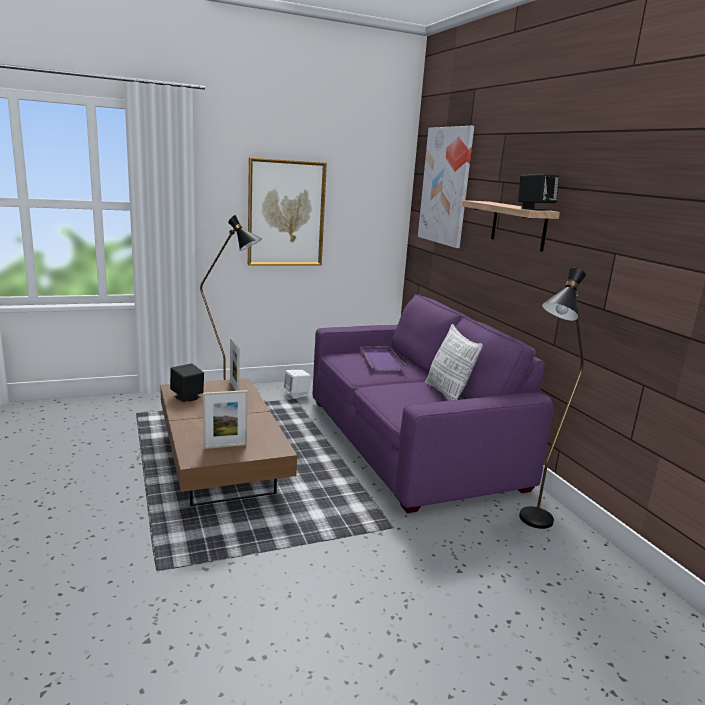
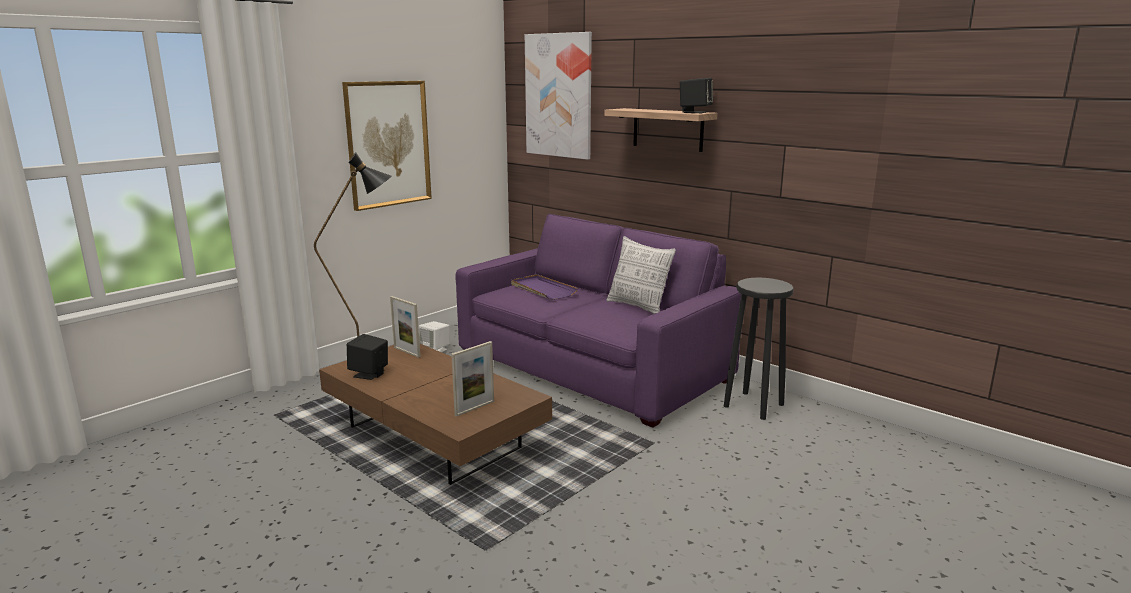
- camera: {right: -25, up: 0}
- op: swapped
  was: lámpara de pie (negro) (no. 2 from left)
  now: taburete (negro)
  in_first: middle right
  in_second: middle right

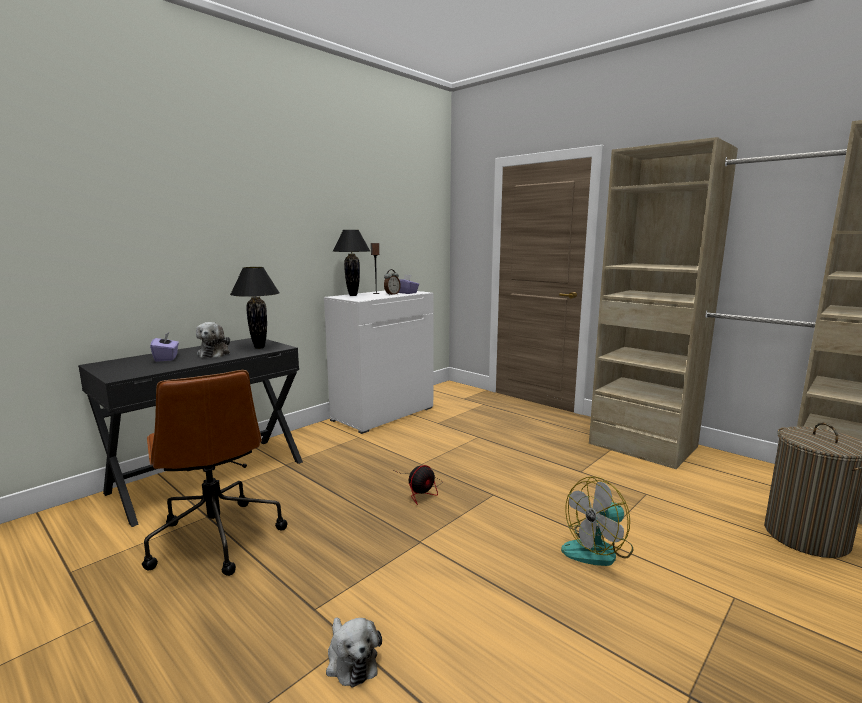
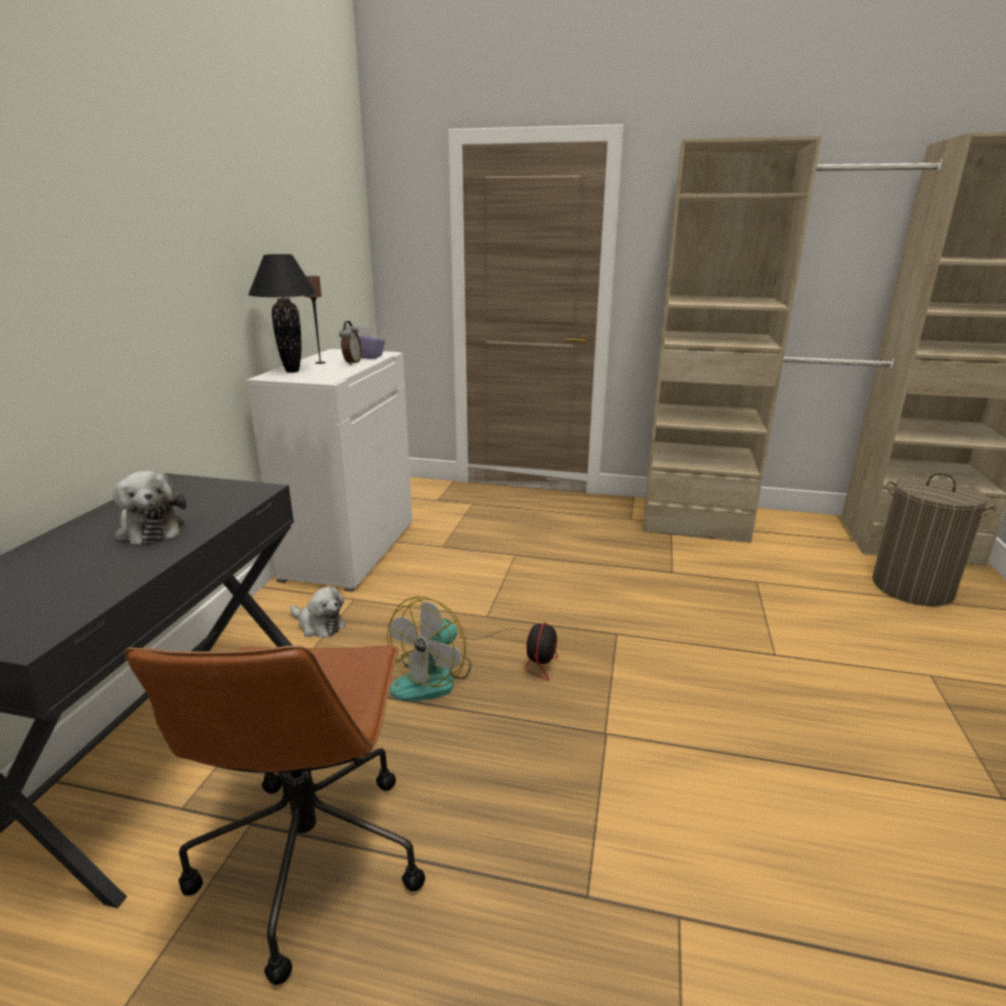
- camera: {right: -30, up: 10}
- op: rotated
  was: silla de oficina (marrón)
  in_first: bottom left
  in_second: bottom left
  clockwise: 60
- op: gone
  was: caja de pañuelos (morado) (no. 1 from left)
  in_first: middle left
- op: gone
  was: lámpara de mesa (negro) (no. 1 from left)
  in_first: middle left
- op: shifted
  was: peluche (no. 2 from left)
  in_first: bottom centre
  in_second: middle left
- op: shifted
  was: ventilador (no. 2 from left in the first image)
  now: ventilador (no. 1 from left)
  in_first: bottom right
  in_second: centre

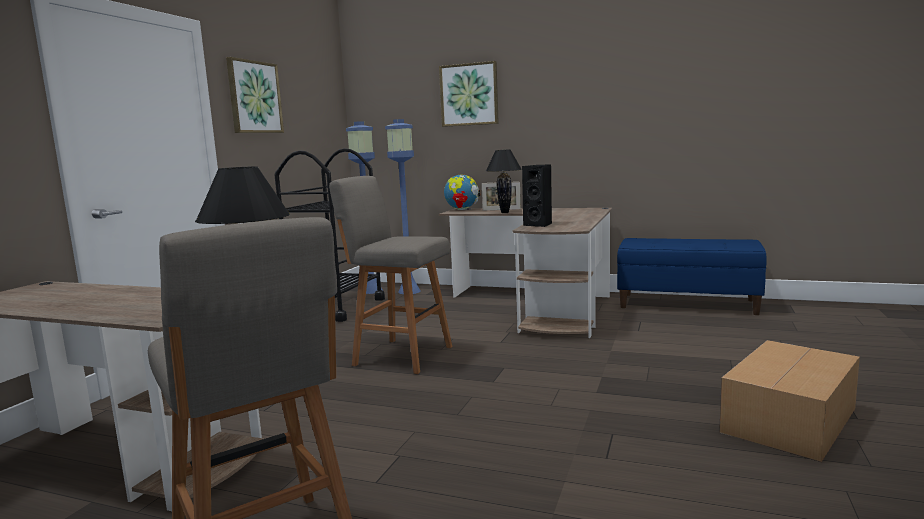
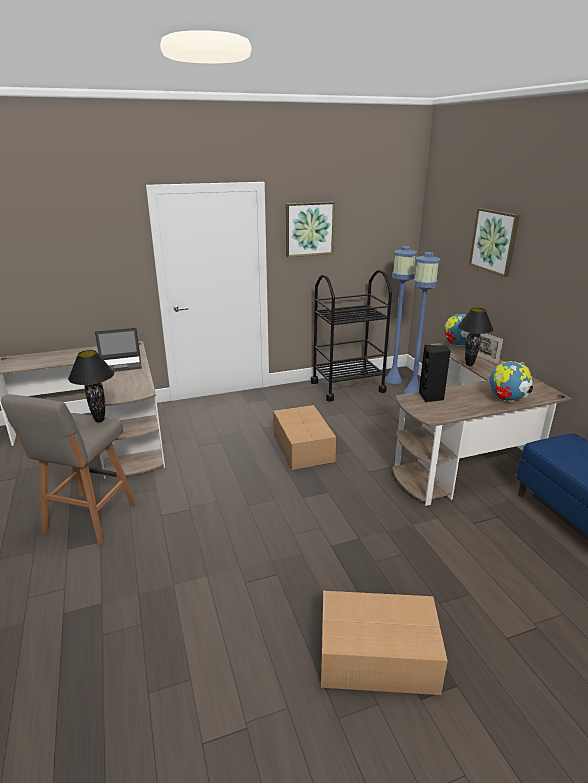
- camera: {right: 50, up: 15}
- op: swapped
  was: taburete (gris) (no. 2 from left)
  now: caja de cartón (no. 1 from left)
  in_first: centre
  in_second: centre
- op: new
  now: portátil
  in_second: middle left
- op: new
  now: globo terráqueo (no. 2 from left)
  in_second: middle right

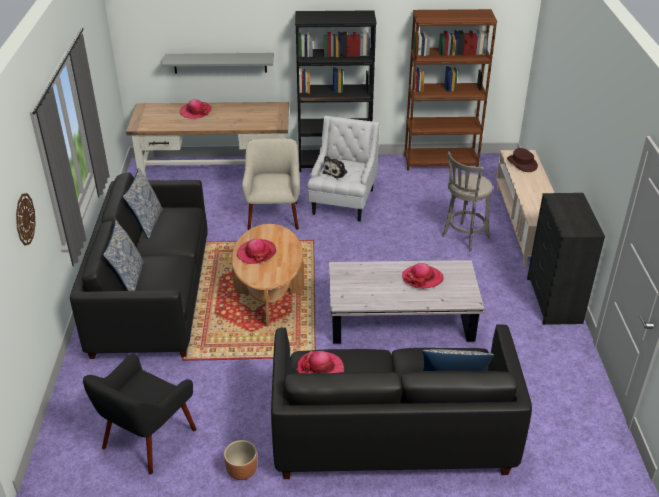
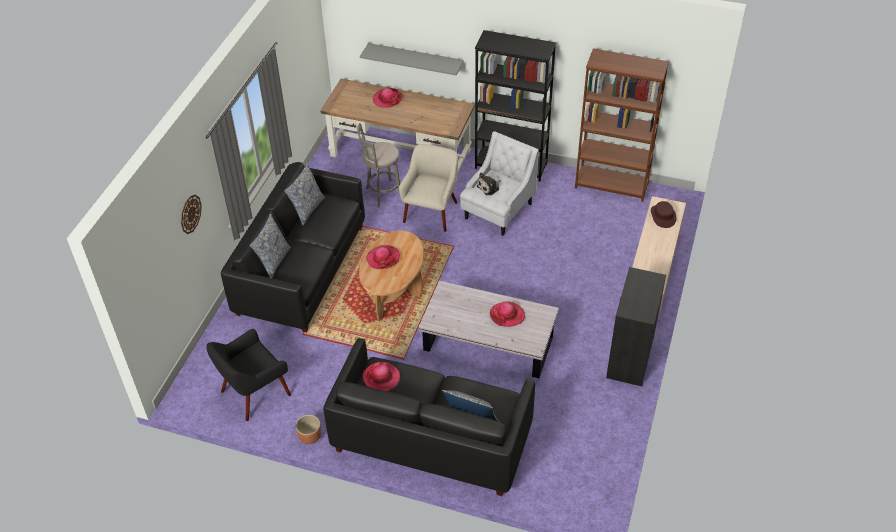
- camera: {right: 20, up: 10}
- op: shifted
  was: taburete (gris)
  in_first: middle right
  in_second: top centre

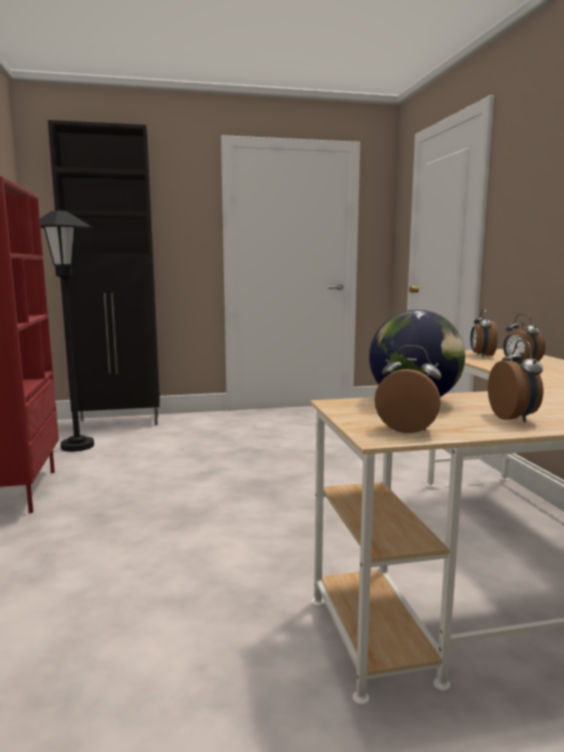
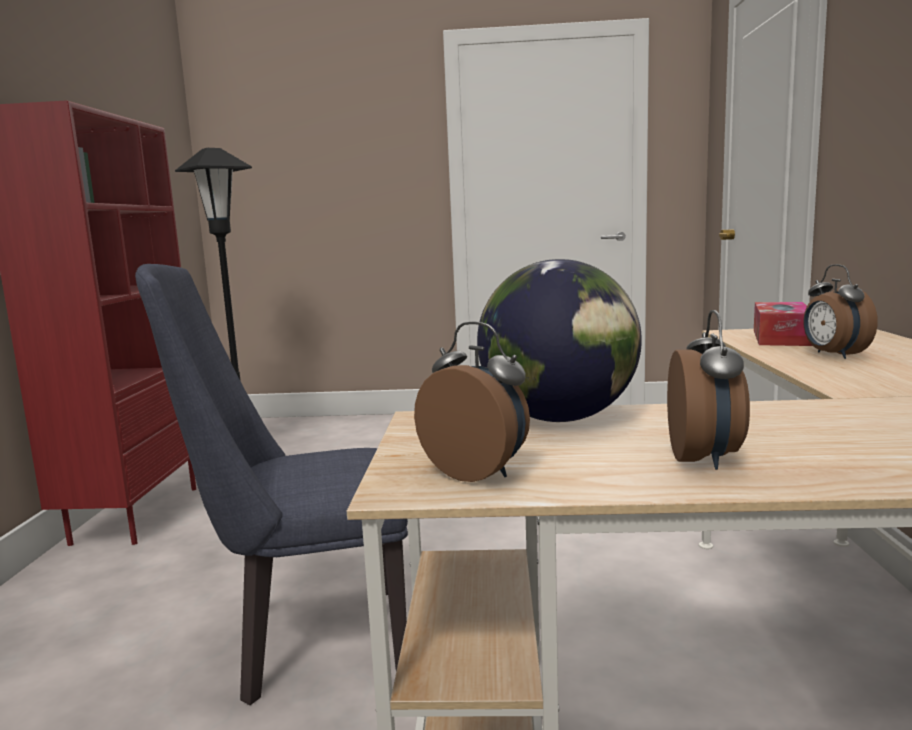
- camera: {right: 15, up: 0}
- op: gone
  was: armario (negro)
  in_first: middle left
- op: swapped
  was: despertador (no. 2 from left)
  now: caja de pañuelos
  in_first: middle right
  in_second: middle right
- op: new
  now: silla (azul)
  in_second: middle left

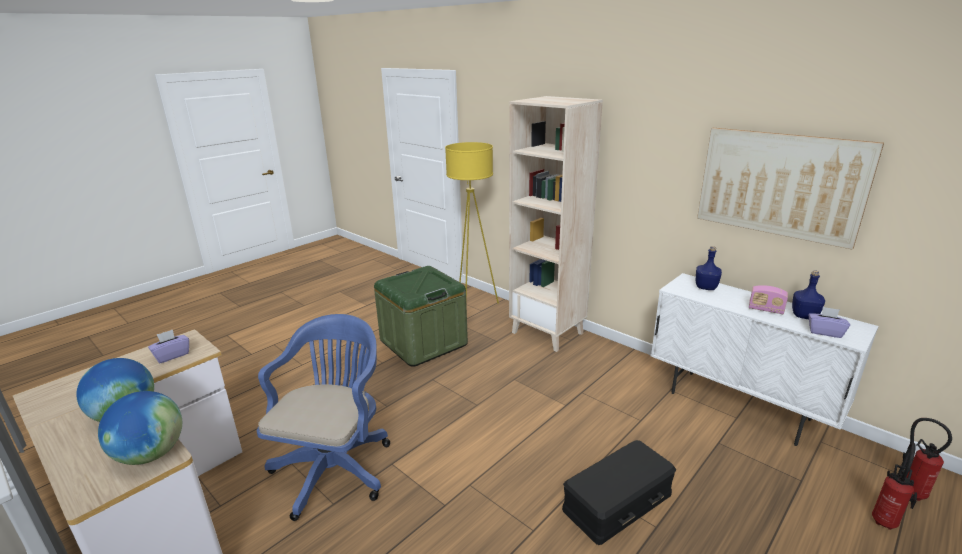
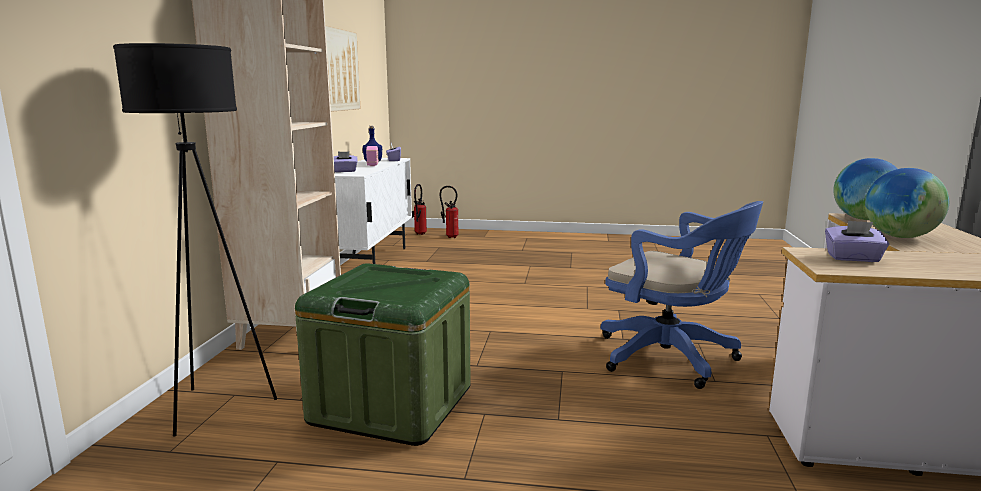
- camera: {right: -125, up: -10}
- op: rotated
  was: silla de oficina (azul)
  in_first: bottom centre
  in_second: middle right
  clockwise: -120
- op: repainted
  was: lámpara de pie (amarillo)
  now: lámpara de pie (negro)
  in_first: centre
  in_second: middle left
- op: gone
  was: caja de almacenaje (negro)
  in_first: bottom centre
- op: swapped
  was: botella (azul) (no. 1 from left)
  now: caja de pañuelos (morado) (no. 1 from left)
  in_first: middle right
  in_second: top centre

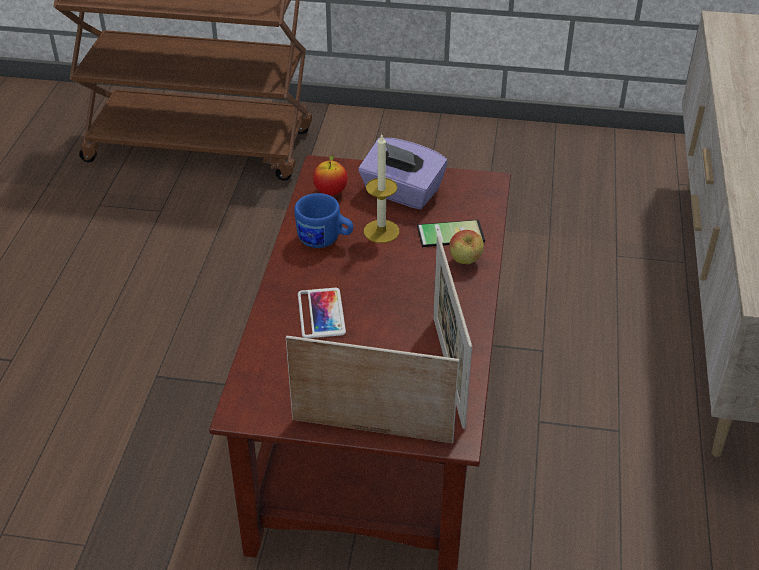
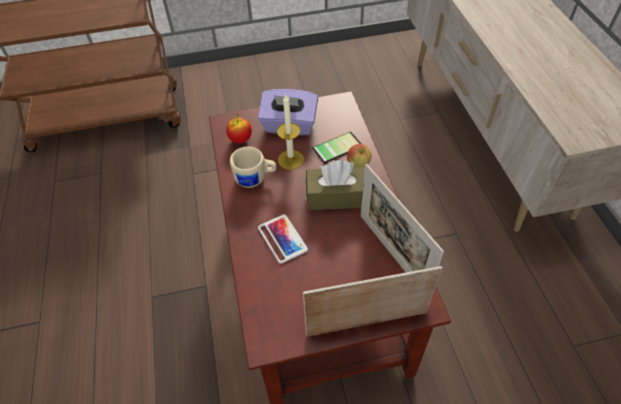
- camera: {right: -20, up: 10}
- op: repainted
  was: taza grande (azul)
  now: taza grande (beis)
  in_first: centre
  in_second: centre
- op: new
  now: caja de pañuelos (marrón)
  in_second: centre

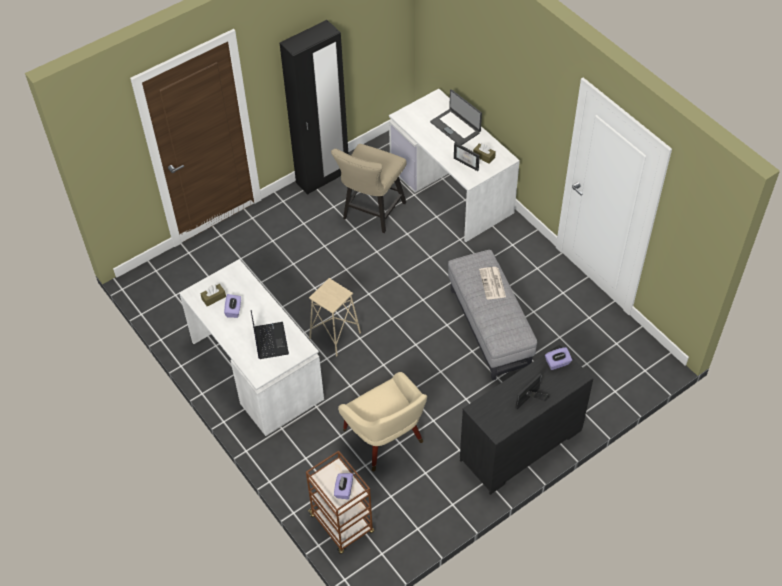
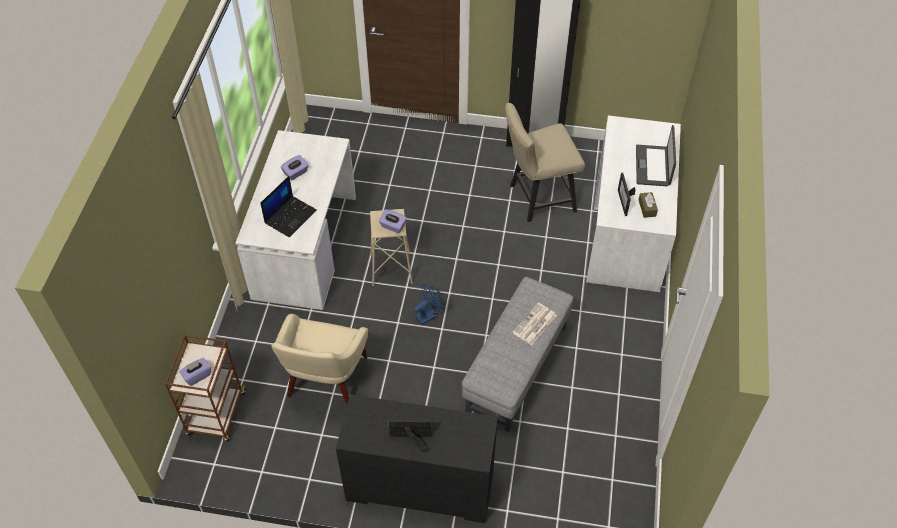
- camera: {right: 45, up: 0}
- op: gone
  was: caja de pañuelos (marrón) (no. 1 from left)
  in_first: middle left
- op: shifted
  was: caja de pañuelos (morado) (no. 3 from left)
  in_first: middle right
  in_second: centre
- op: new
  now: ventilador (azul)
  in_second: centre

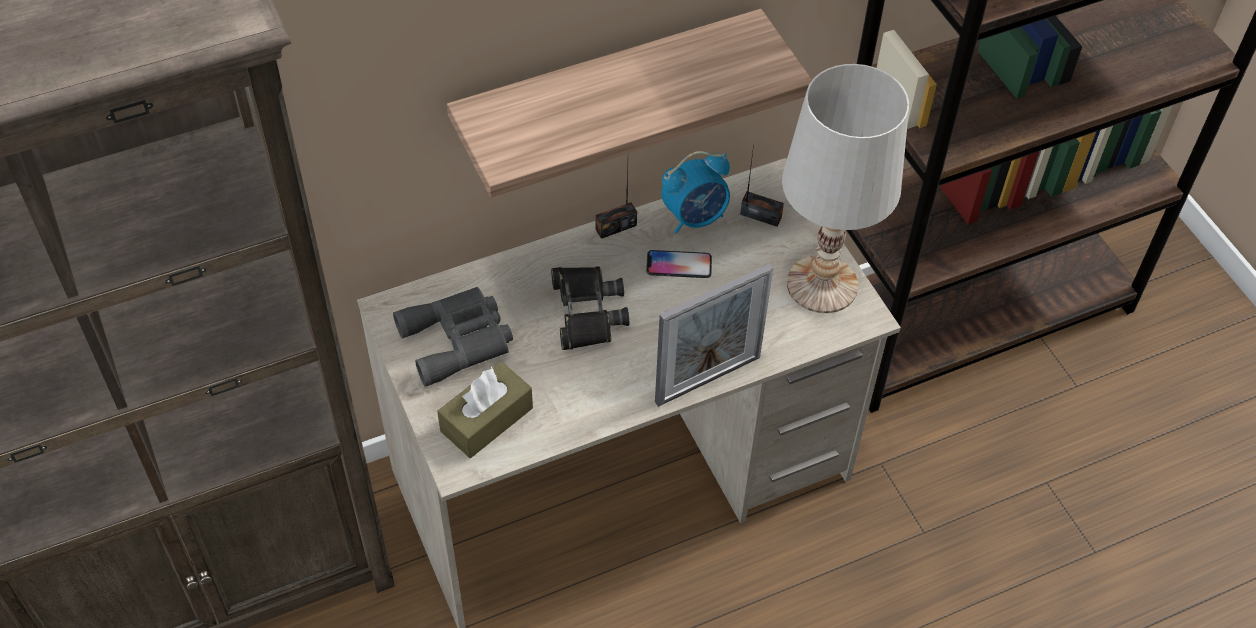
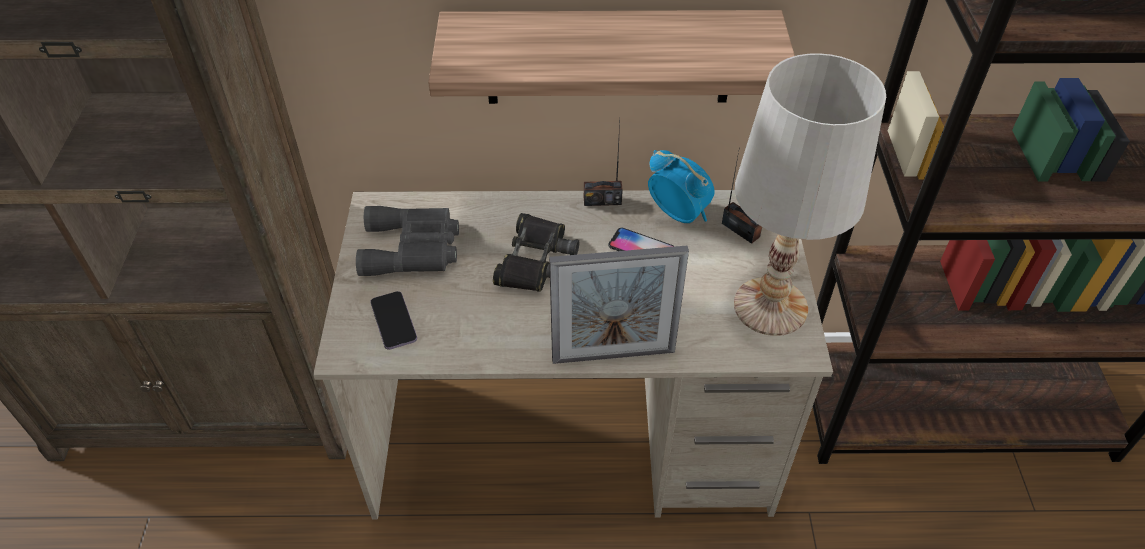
- camera: {right: 25, up: -5}
- op: swapped
  was: caja de pañuelos (marrón)
  now: móvil (no. 1 from left)
  in_first: centre
  in_second: centre
- op: rotated
  was: despertador
  in_first: top centre
  in_second: centre
  clockwise: -135

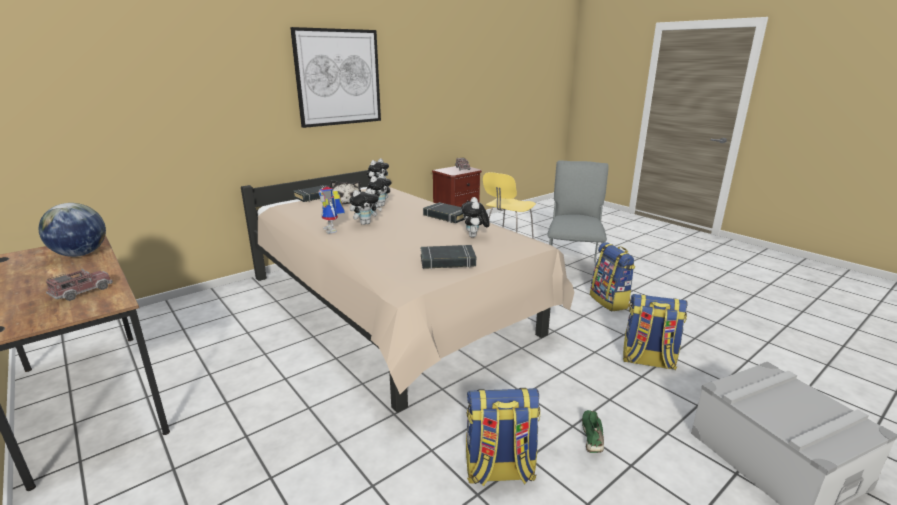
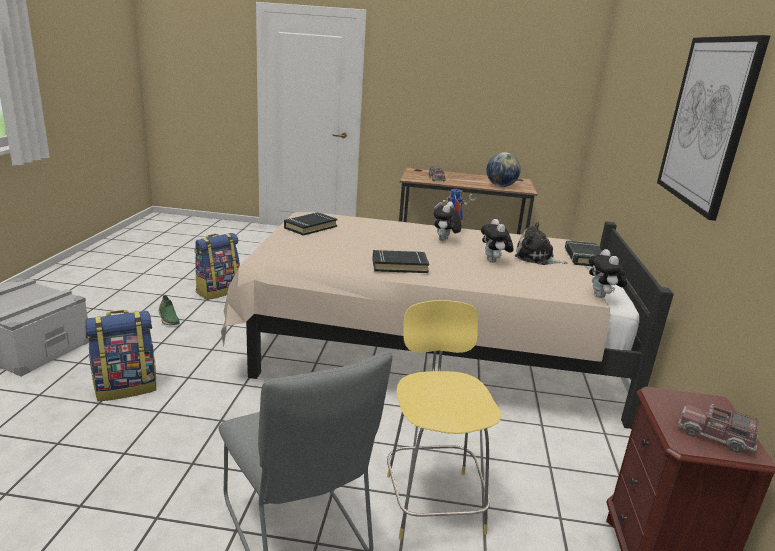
- camera: {right: 135, up: 0}
- op: gone
  was: peluche (no. 5 from left)
  in_first: centre
- op: gone
  was: mochila (no. 2 from left)
  in_first: middle right

